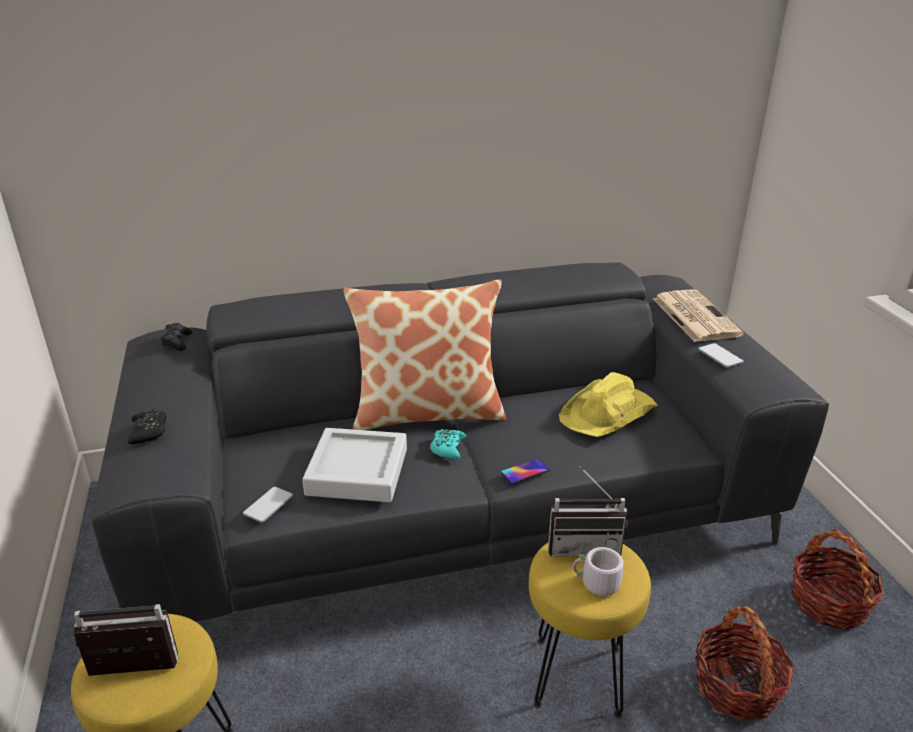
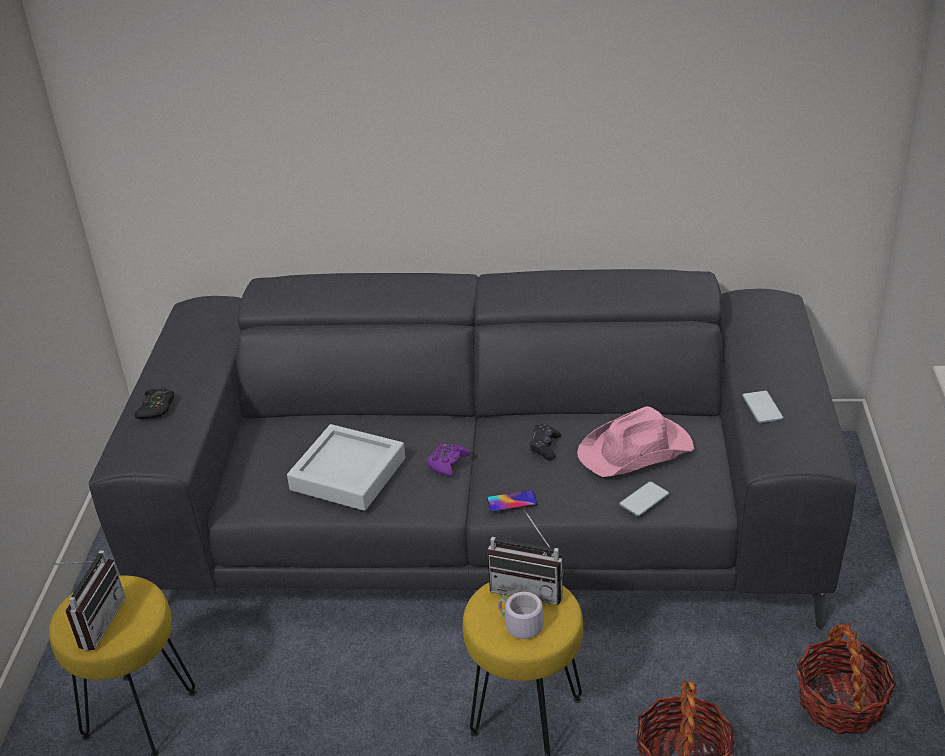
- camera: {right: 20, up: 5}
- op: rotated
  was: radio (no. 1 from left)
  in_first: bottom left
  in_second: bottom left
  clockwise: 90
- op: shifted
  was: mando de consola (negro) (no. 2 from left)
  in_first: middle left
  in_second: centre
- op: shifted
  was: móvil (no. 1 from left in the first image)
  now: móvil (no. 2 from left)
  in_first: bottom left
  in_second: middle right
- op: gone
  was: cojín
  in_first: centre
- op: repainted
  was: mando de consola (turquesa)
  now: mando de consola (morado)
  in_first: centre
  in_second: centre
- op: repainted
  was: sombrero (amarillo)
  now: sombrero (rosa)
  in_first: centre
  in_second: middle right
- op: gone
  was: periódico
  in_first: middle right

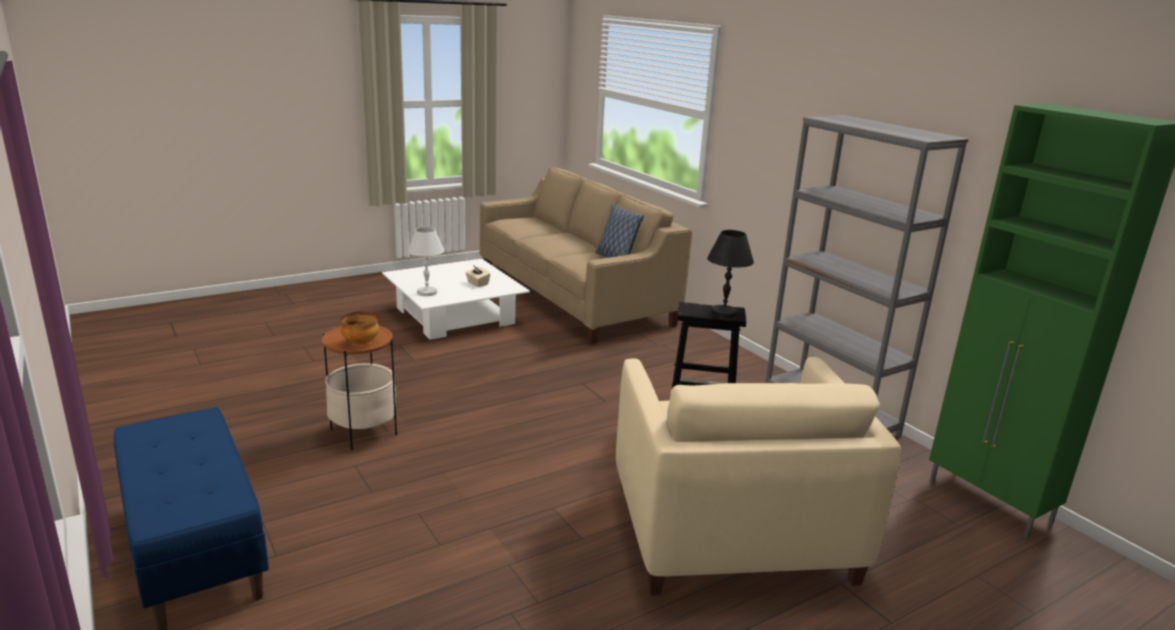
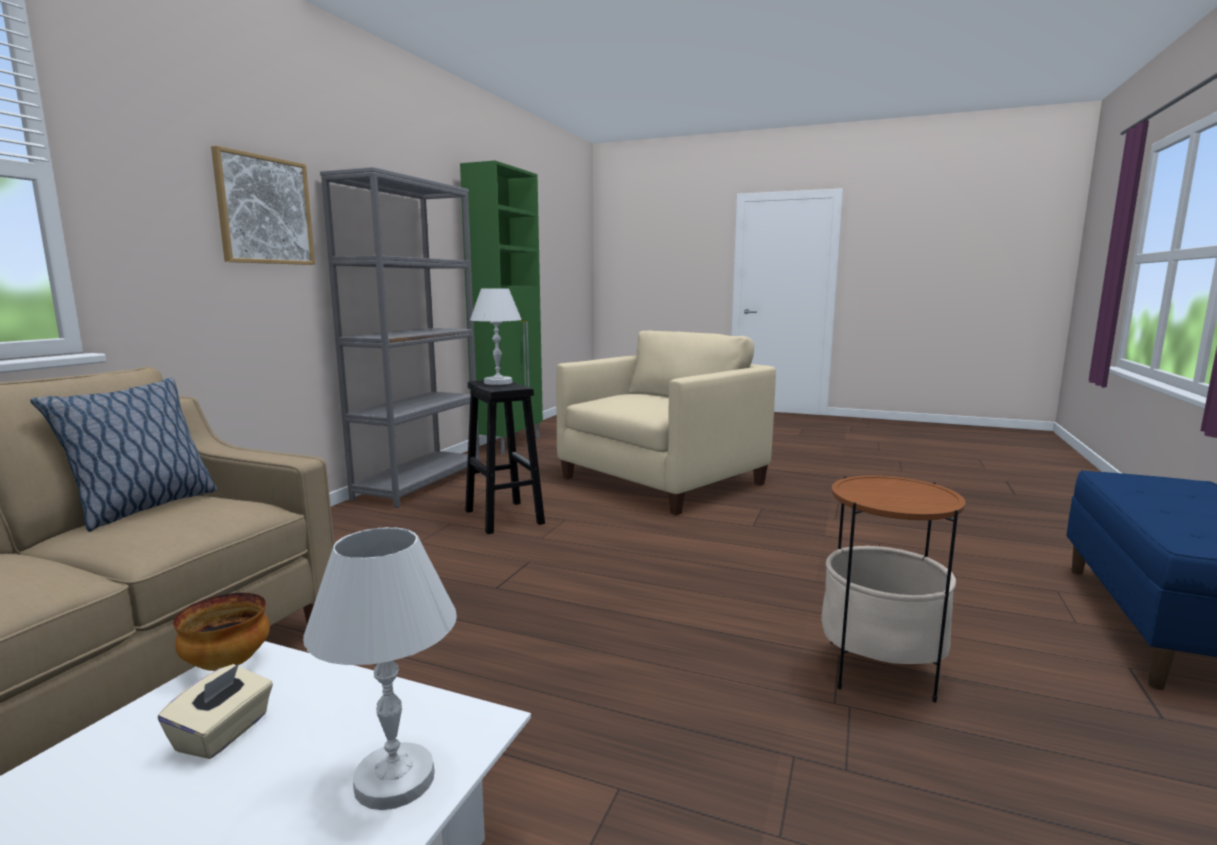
- camera: {right: -125, up: -10}
- op: shifted
  was: cuenco
  in_first: middle left
  in_second: bottom left
- op: repainted
  was: lámpara de mesa (negro)
  now: lámpara de mesa (blanco) (no. 2 from left)
  in_first: centre
  in_second: centre
- op: new
  now: cuadro
  in_second: top left

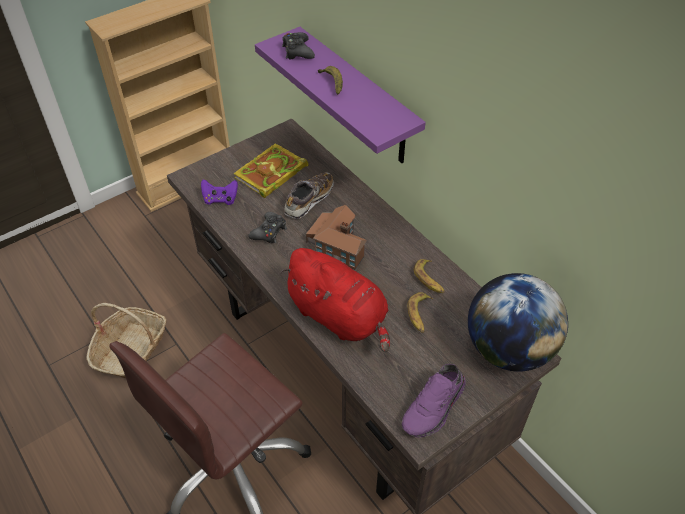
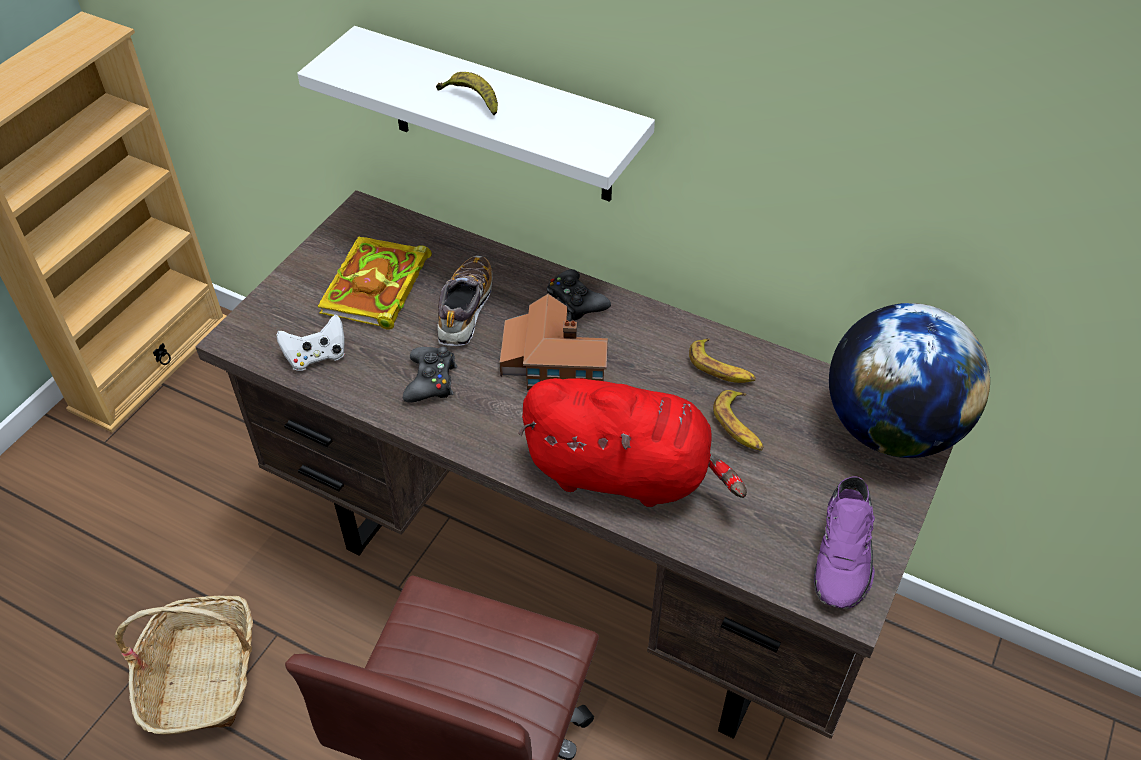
- camera: {right: -25, up: 0}
- op: repainted
  was: mando de consola (morado)
  now: mando de consola (blanco)
  in_first: middle left
  in_second: middle left
- op: repainted
  was: estante (morado)
  now: estante (blanco)
  in_first: top centre
  in_second: top centre
- op: shifted
  was: mando de consola (negro) (no. 2 from left)
  in_first: top centre
  in_second: centre

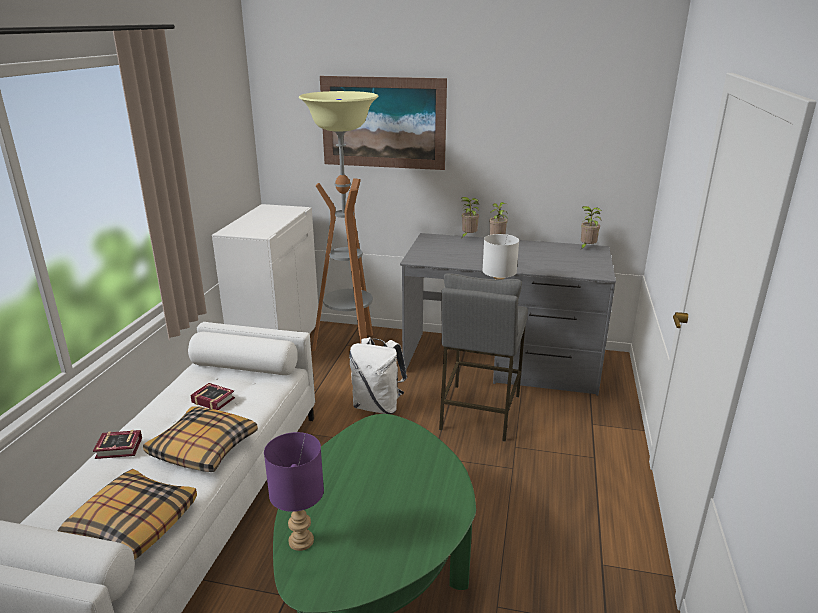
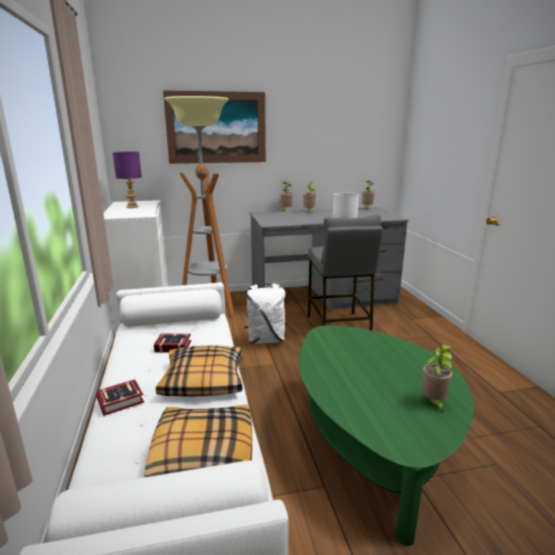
- camera: {right: -25, up: -5}
- op: shifted
  was: lámpara de mesa (morado)
  in_first: bottom centre
  in_second: top left
- op: new
  now: planta en maceta (no. 4 from left)
  in_second: bottom right

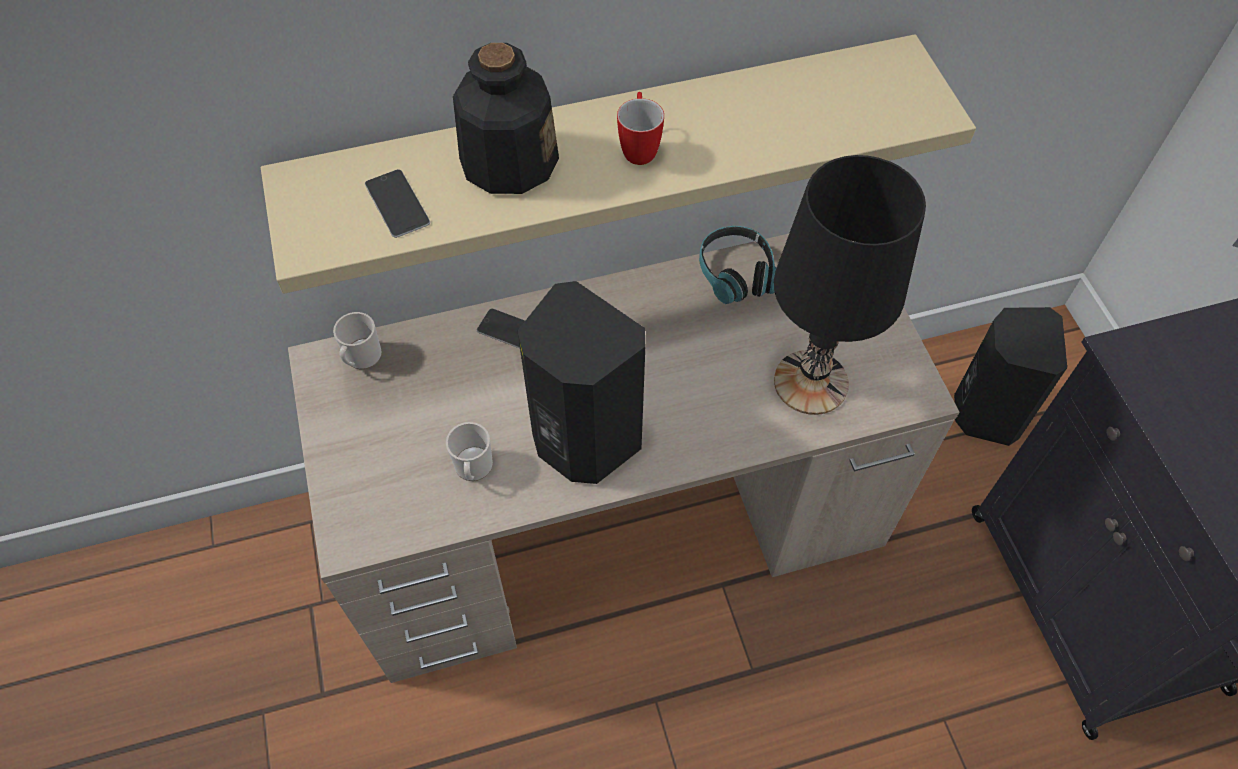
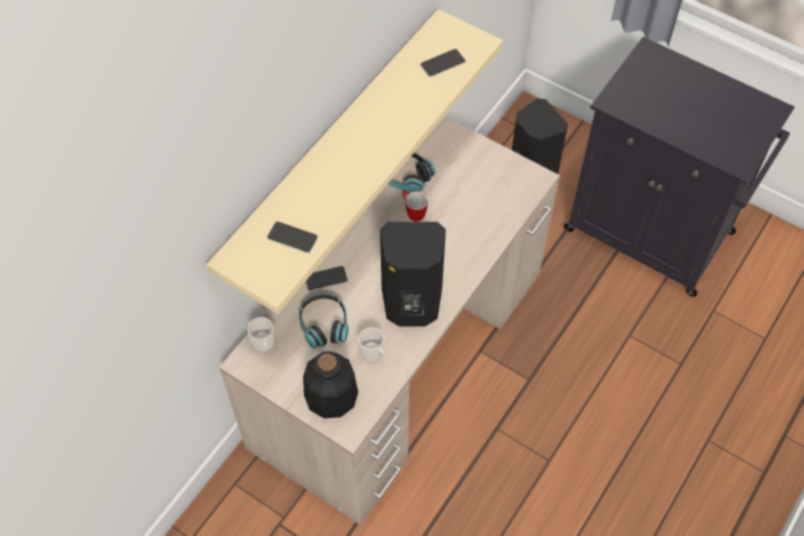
- camera: {right: -40, up: 0}
- op: shifted
  was: botella
  in_first: top centre
  in_second: bottom centre
- op: shifted
  was: taza grande (no. 3 from left)
  in_first: top centre
  in_second: centre
- op: gone
  was: lámpara de mesa (negro)
  in_first: middle right
- op: new
  now: auriculares (no. 1 from left)
  in_second: centre
- op: new
  now: móvil (no. 3 from left)
  in_second: top centre

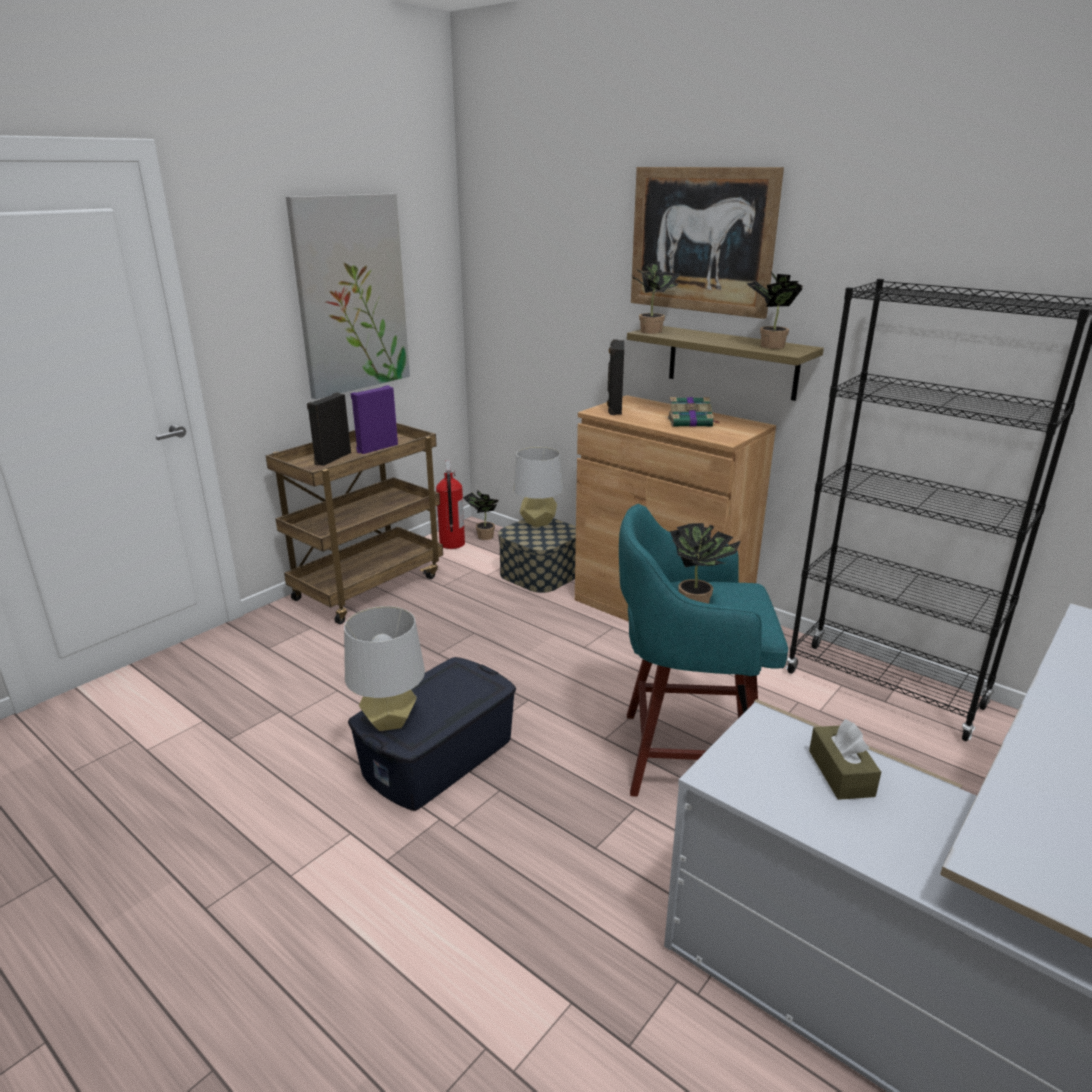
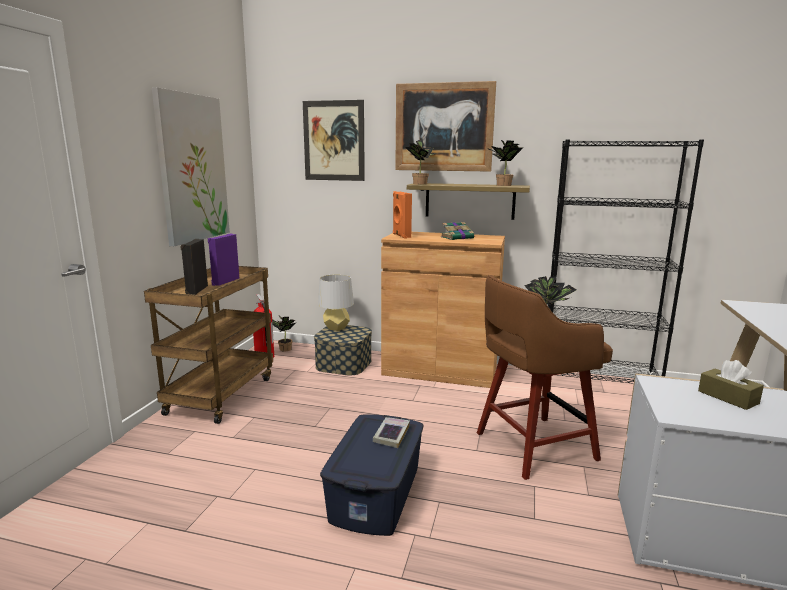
- camera: {right: -25, up: -10}
- op: gone
  was: lámpara de mesa (gris) (no. 1 from left)
  in_first: centre
- op: repainted
  was: altavoz (negro) (no. 2 from left)
  now: altavoz (naranja)
  in_first: centre
  in_second: centre
- op: repainted
  was: taburete (turquesa)
  now: taburete (marrón)
  in_first: centre
  in_second: middle right
- op: new
  now: cuadro (no. 2 from left)
  in_second: top centre
- op: new
  now: libro (no. 1 from left)
  in_second: bottom centre

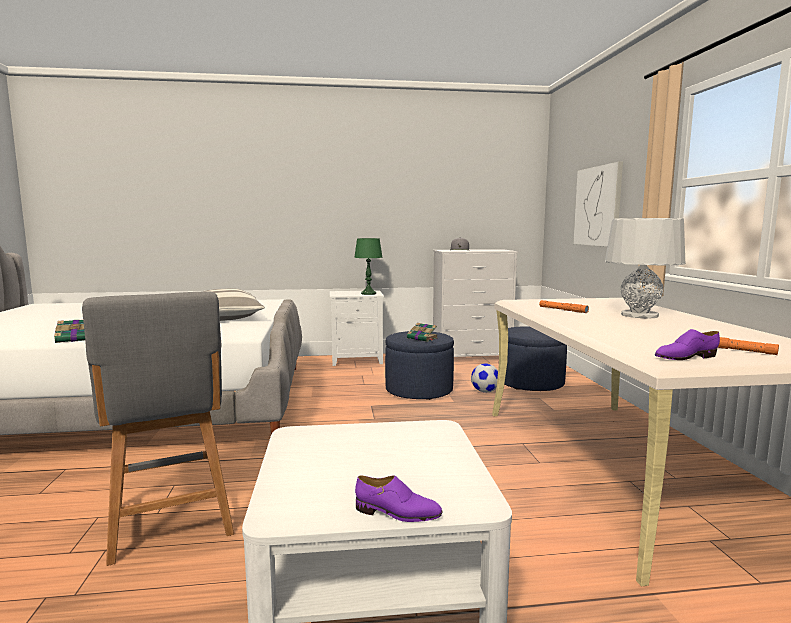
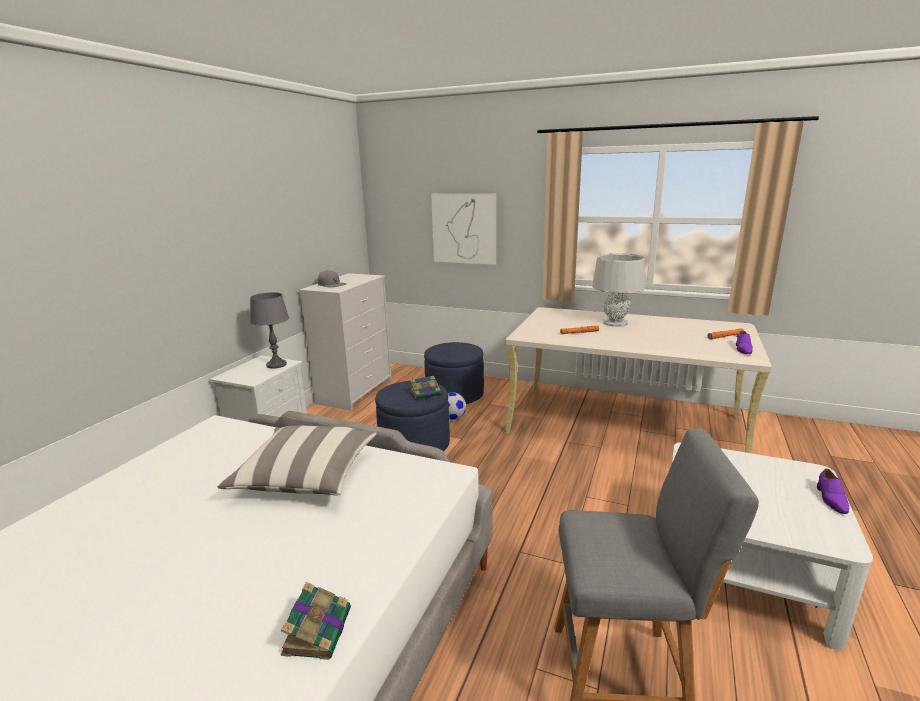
- camera: {right: -60, up: 10}
- op: repainted
  was: lámpara de mesa (verde)
  now: lámpara de mesa (gris) (no. 1 from left)
  in_first: centre
  in_second: middle left
- op: rotated
  was: zapato (morado) (no. 1 from left in the first image)
  in_first: bottom centre
  in_second: bottom right
  clockwise: 150

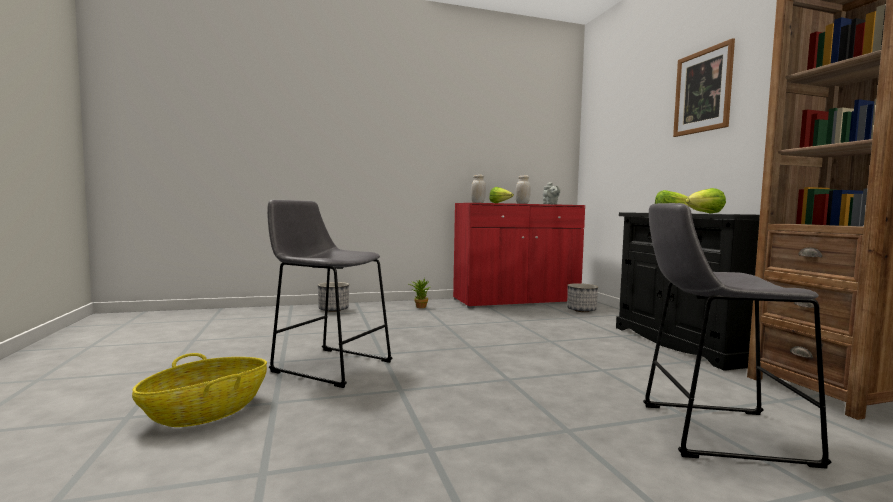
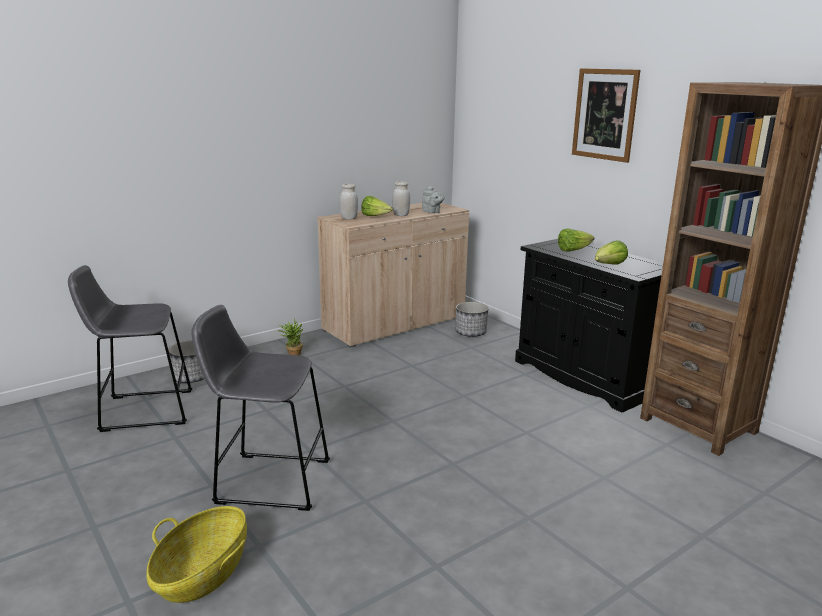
- camera: {right: -20, up: 15}
- op: repainted
  was: armario (rojo)
  now: armario (beis)
  in_first: centre
  in_second: centre
- op: shifted
  was: taburete (gris) (no. 2 from left in the first image)
  now: taburete (gris) (no. 1 from left)
  in_first: bottom right
  in_second: middle left

